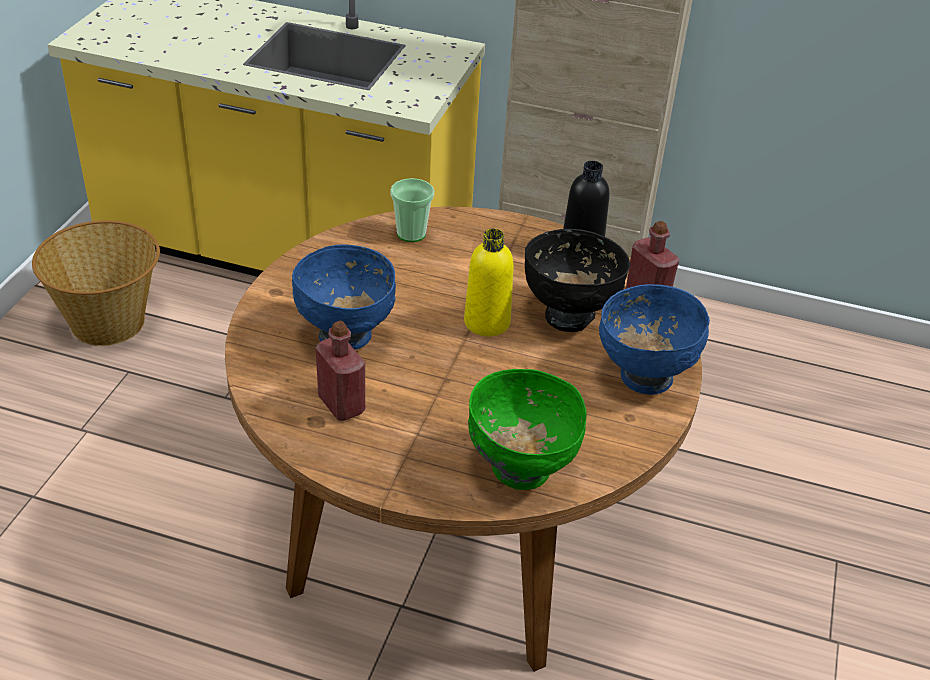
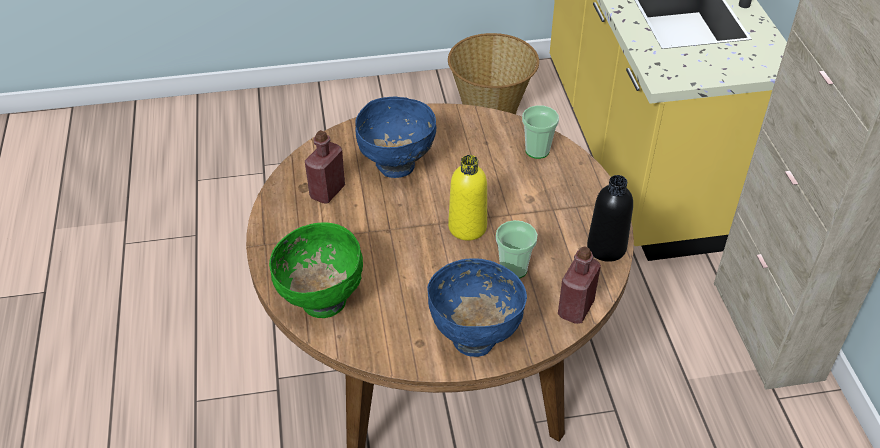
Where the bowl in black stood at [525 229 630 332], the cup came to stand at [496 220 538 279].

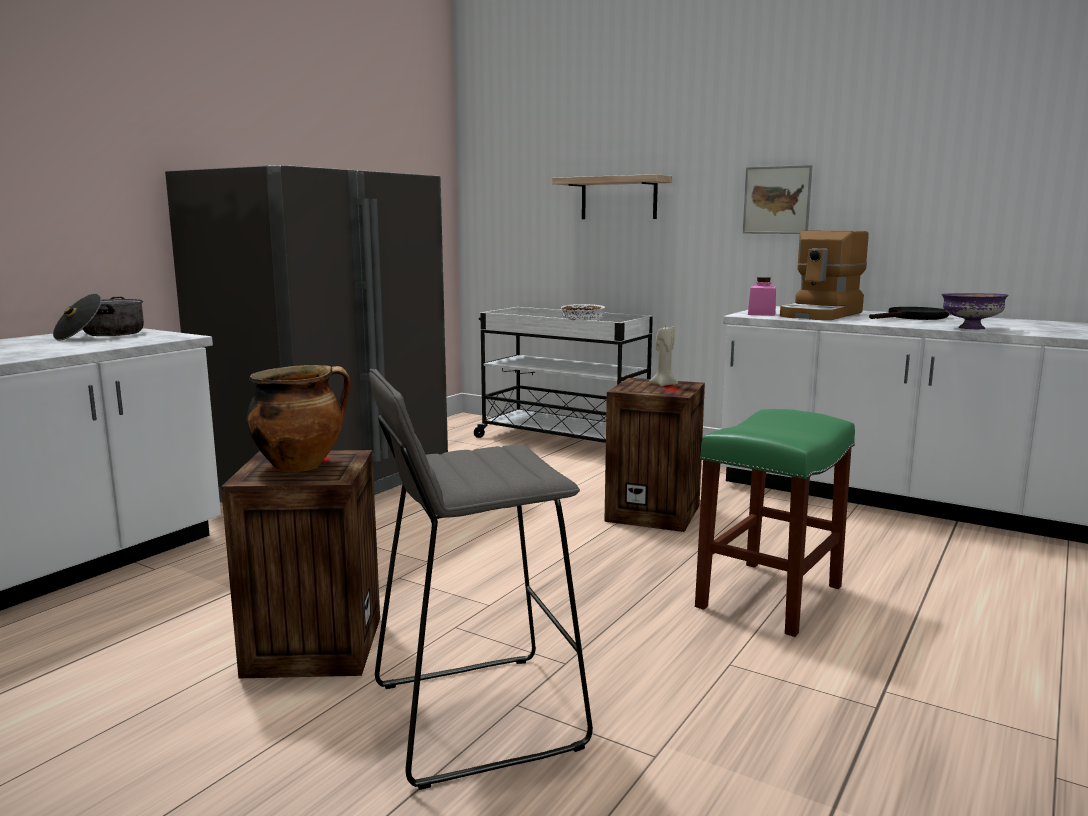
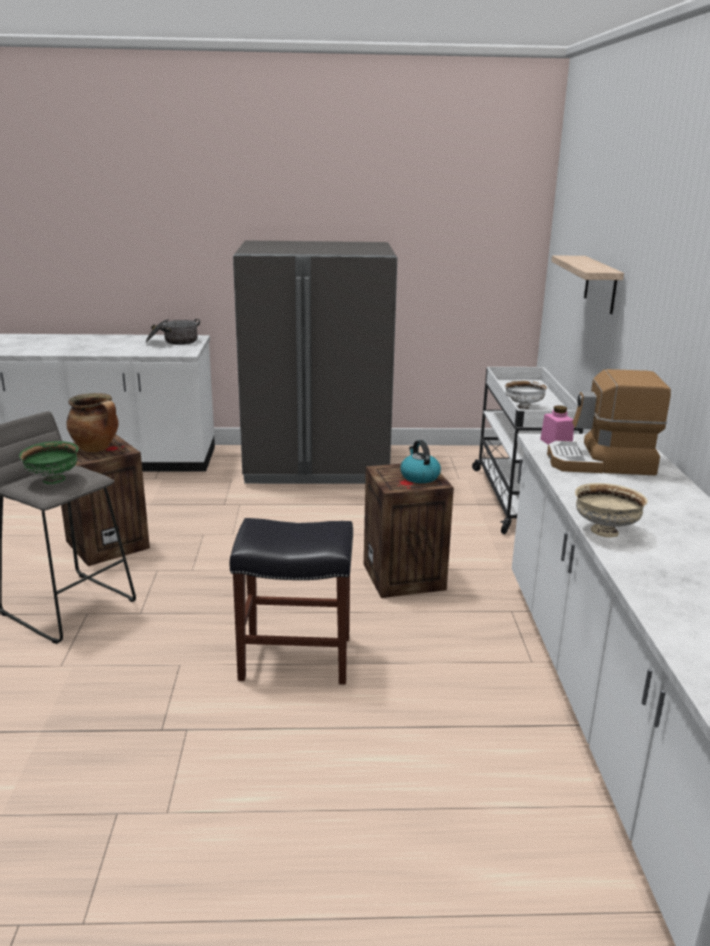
Where the candle in beige stood at [649 325 678 387], the kettle came to stand at [400 440 441 483].
What was the stool in green at [695 409 855 637] turned into the stool in black at [230 518 353 685].
The second view lost the picture at [743 165 813 234].
The second view lost the frying pan in black at [869 307 950 320].
What was the bowl in purple at [941 293 1009 329] turned into the bowl in beige at [575 483 648 537].
The second view gained the bowl in green at [19 441 78 484].

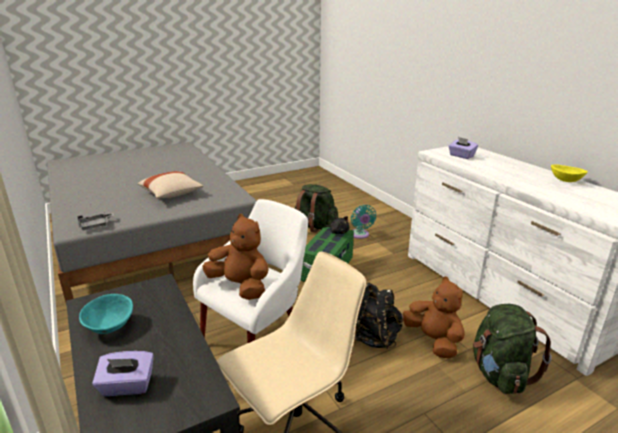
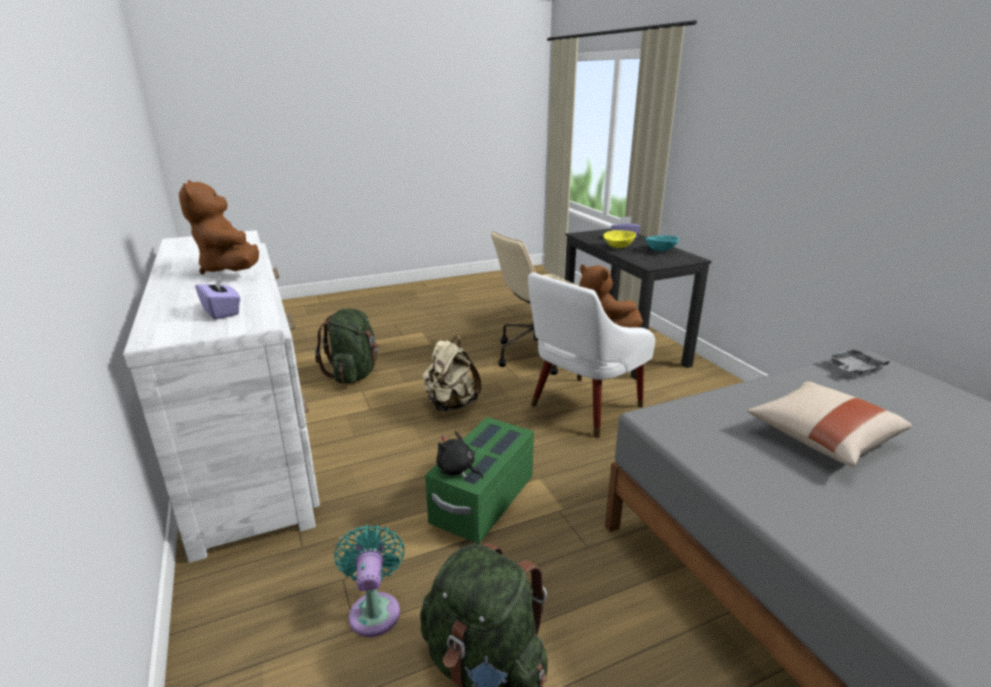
What was the backpack in black at [355 283 404 350] turned into the backpack in beige at [423 337 481 411].
The plush toy in brown ended up elsewhere, having gone from [403 276 465 359] to [179 180 259 275].
The bowl in yellow ended up elsewhere, having gone from [551 164 588 182] to [603 230 636 248].

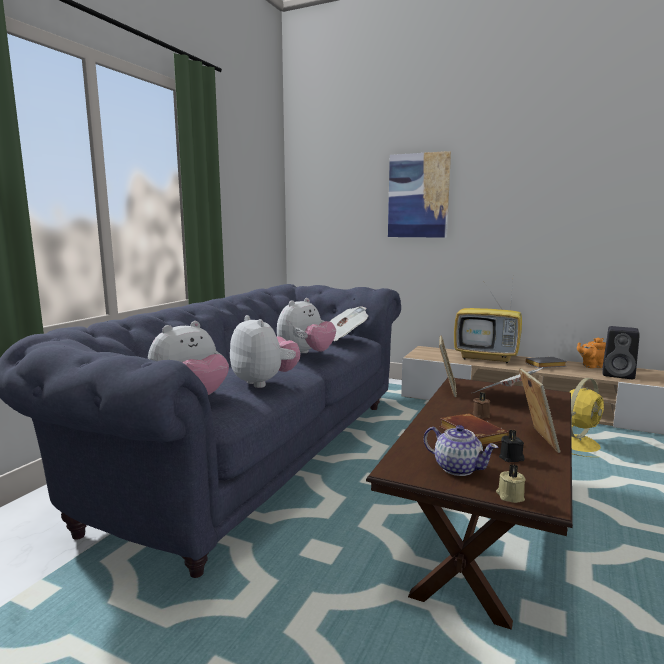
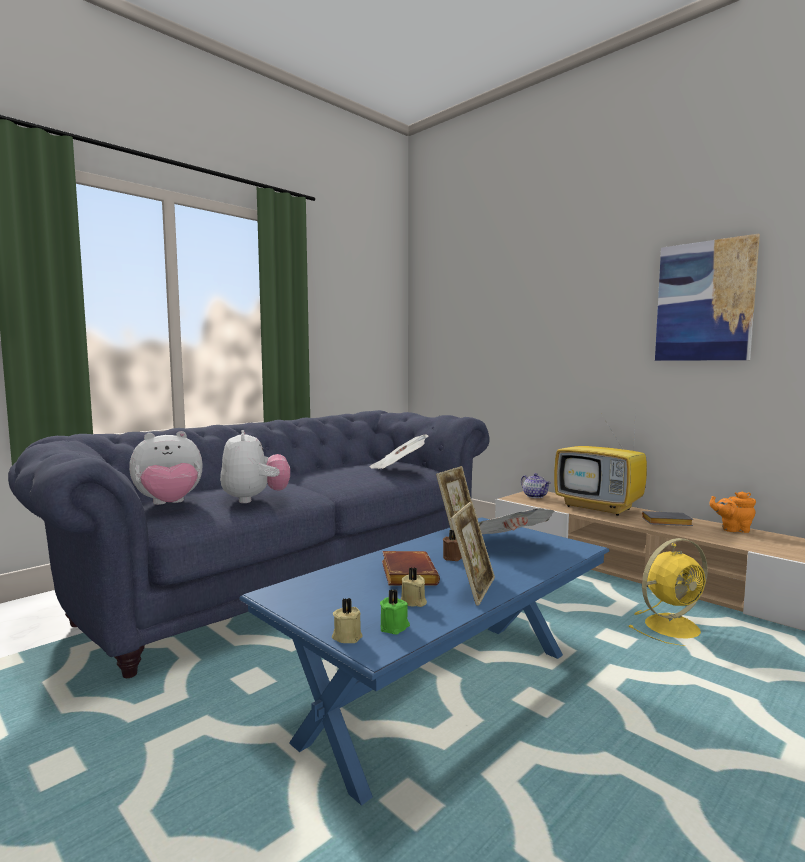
The second view lost the plush toy at [277 298 336 354].
What was the coffee table in brown at [366 378 573 630] turned into the coffee table in blue at [240 517 609 806].
The picture ended up elsewhere, having gone from [388 151 451 238] to [655 233 760 361].
The teapot ended up elsewhere, having gone from [424 425 498 476] to [521 473 551 498].
What was the candle in black at [499 430 525 462] turned into the candle in beige at [401 567 427 607].
The second view lost the speaker in black at [602 326 640 379].
The second view gained the candle in green at [380 590 410 634].

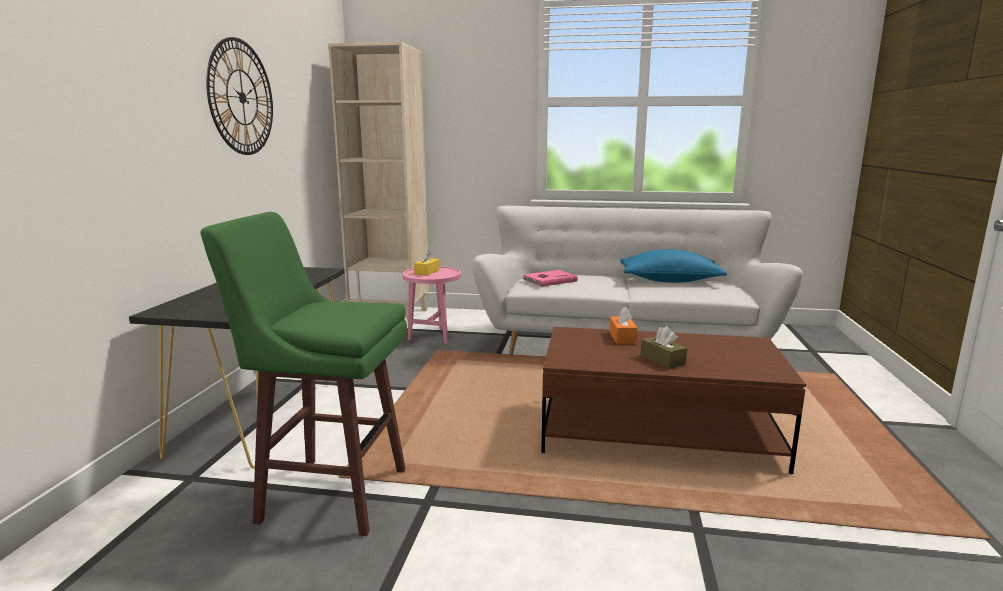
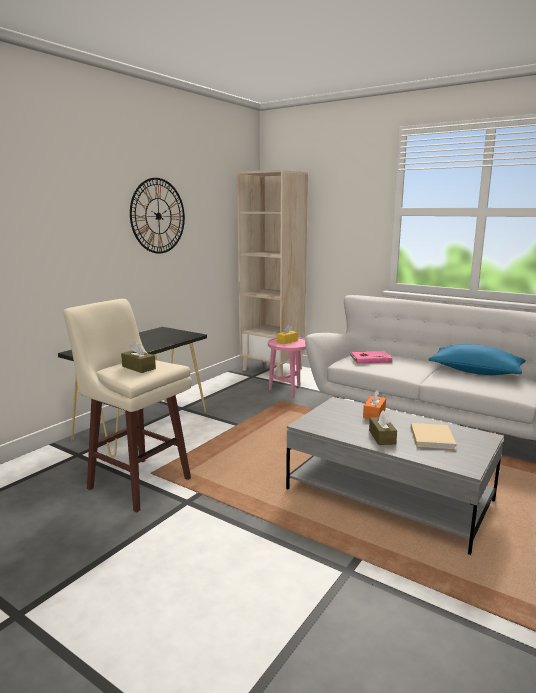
What was the stool in green at [201 212 407 536] turned into the stool in beige at [63 299 192 512].
What was the coffee table in brown at [541 327 806 474] turned into the coffee table in grey at [286 397 504 555].
The second view gained the tissue box in brown at [121 341 156 373].
The second view gained the book in beige at [411 423 457 449].

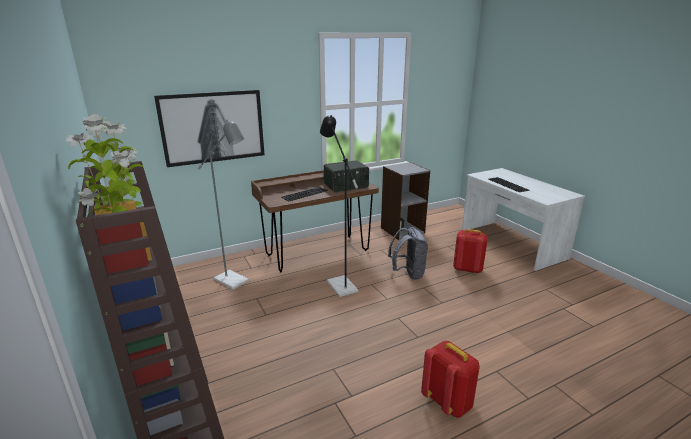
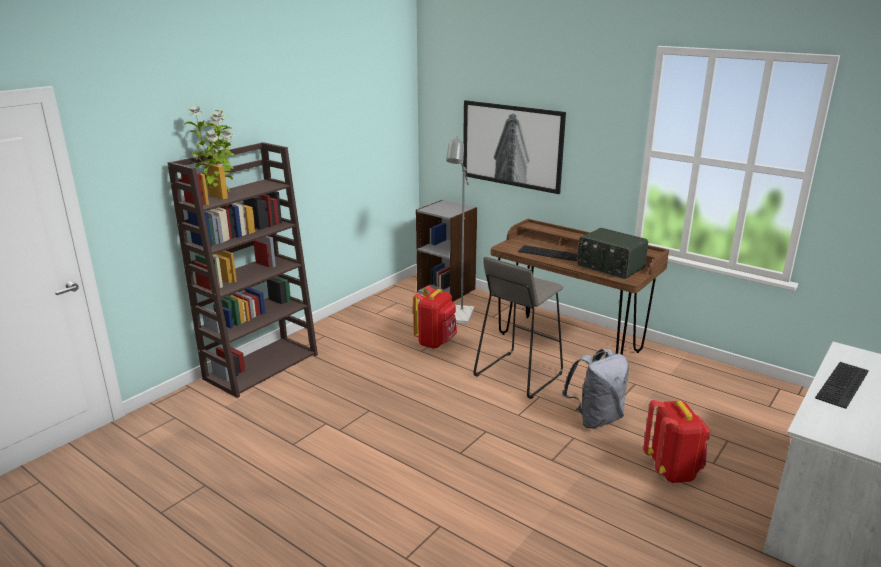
Where the floor lamp in black stood at [320 115 358 297], the stool in grey came to stand at [473 257 563 399].
The bookcase in grey ended up elsewhere, having gone from [381 162 430 240] to [416 200 477 302].
The backpack in red ended up elsewhere, having gone from [421 341 480 418] to [413 286 457 349].

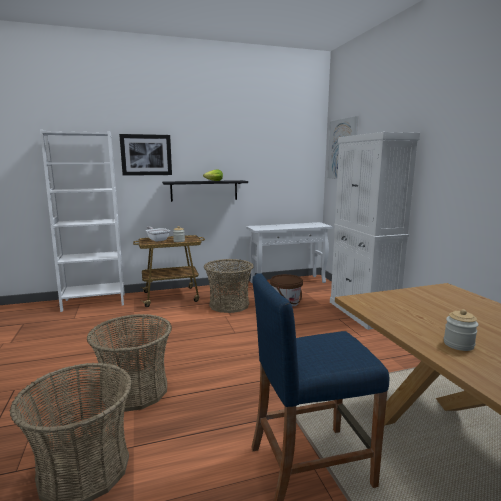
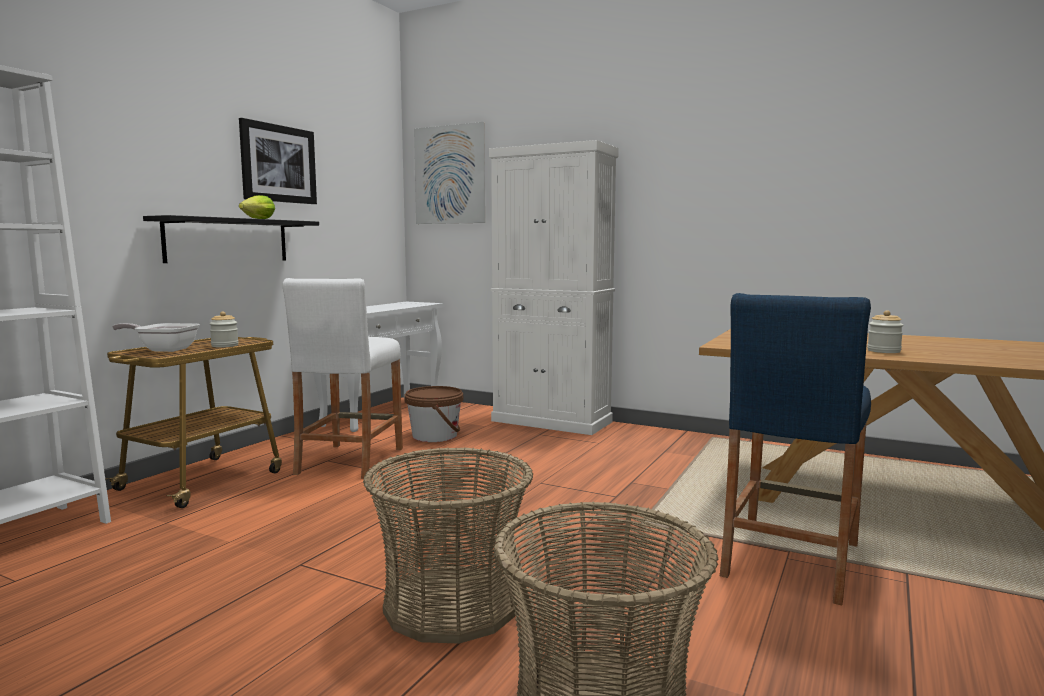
The picture ended up elsewhere, having gone from [119 134 172 176] to [239 118 317 204].
Where the basket stood at [204 259 254 313], the stool in white came to stand at [283 278 403 479].

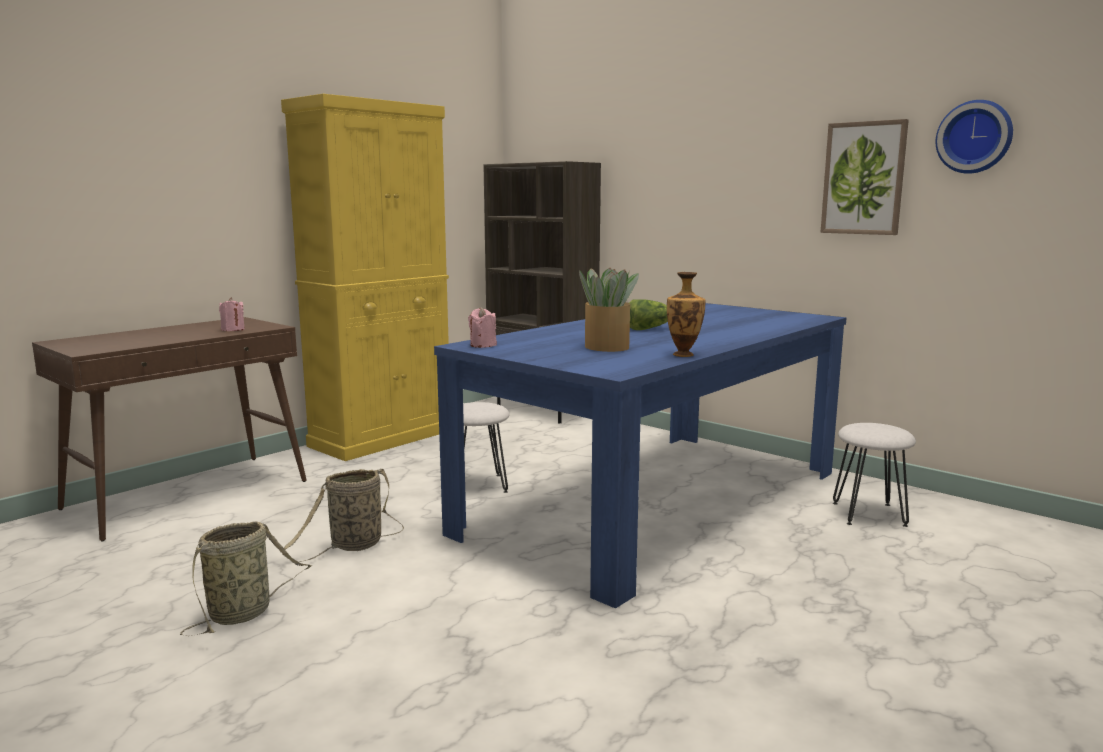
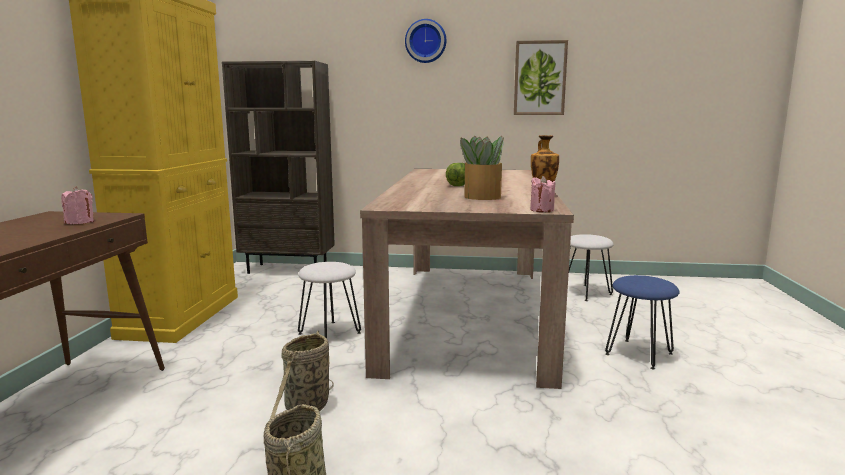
What was the dining table in blue at [434 303 847 609] turned into the dining table in beige at [360 169 574 389].
The candle in pink ended up elsewhere, having gone from [468 307 497 348] to [530 176 555 212].
The wall clock ended up elsewhere, having gone from [936 100 1013 174] to [405 19 446 63].
The second view gained the stool in blue at [605 275 679 370].

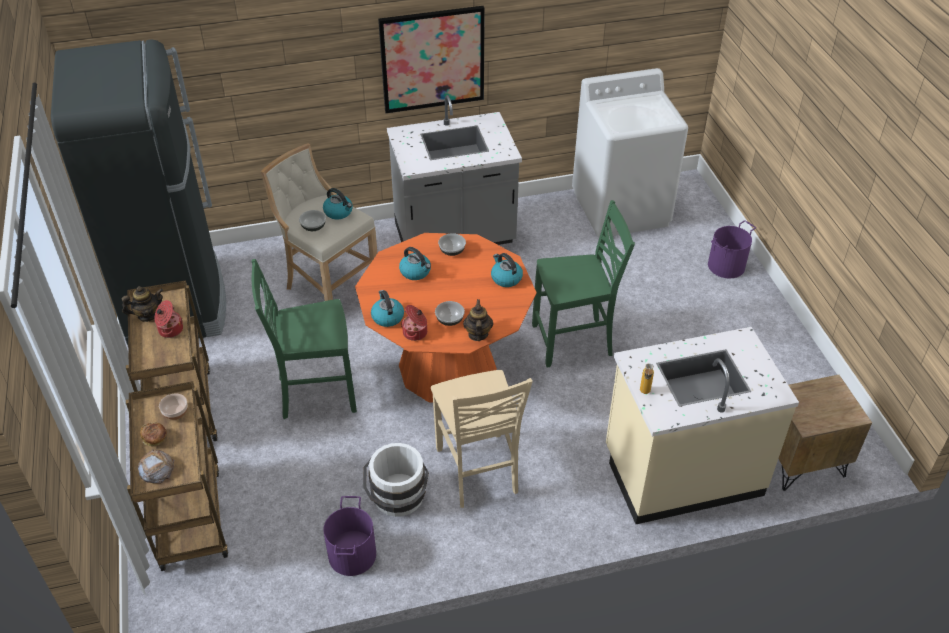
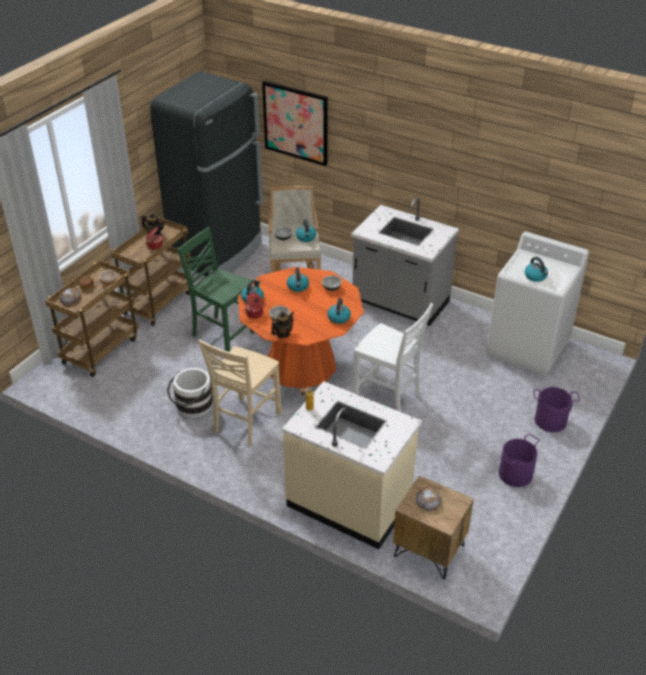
The bucket in purple ended up elsewhere, having gone from [323 496 376 576] to [499 433 540 487].
The picture ended up elsewhere, having gone from [378 6 485 113] to [262 81 328 166].
What was the chair in green at [532 200 635 367] turned into the chair in white at [353 303 433 412].
The second view gained the bread at [416 486 442 512].
The second view gained the kettle at [525 257 548 282].

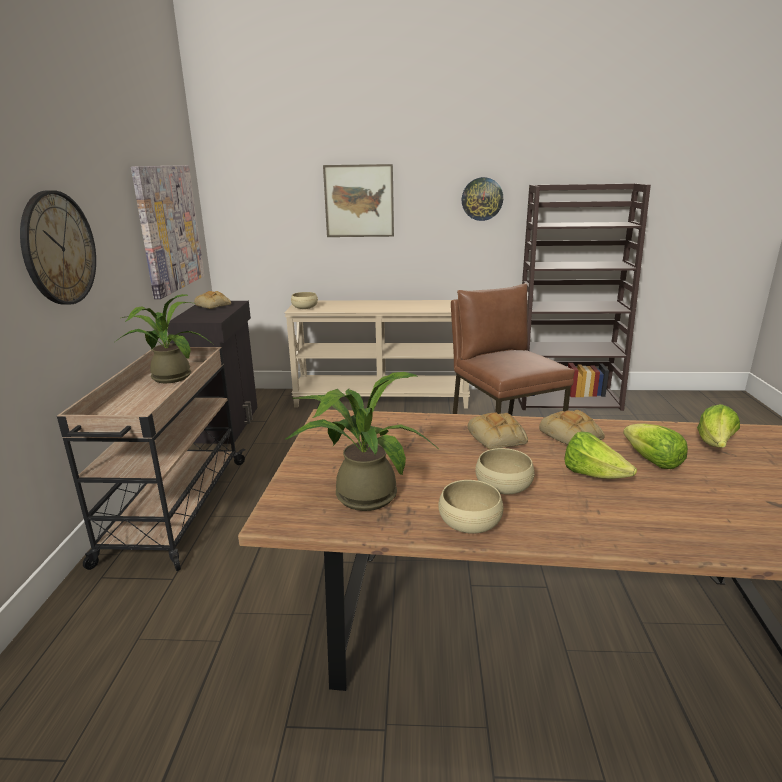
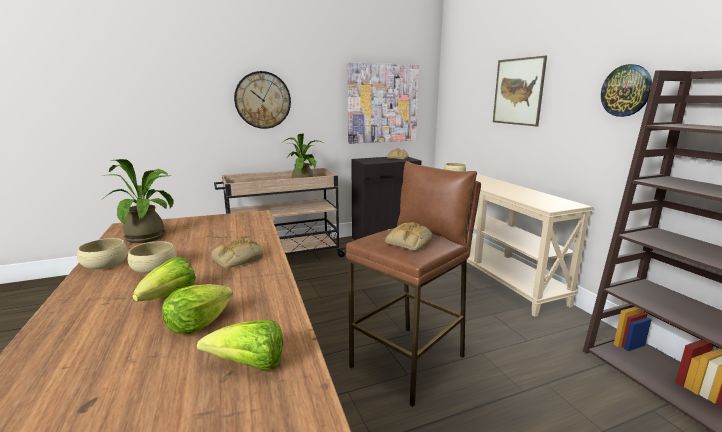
The bread ended up elsewhere, having gone from [539 410 605 445] to [385 222 433 250].

